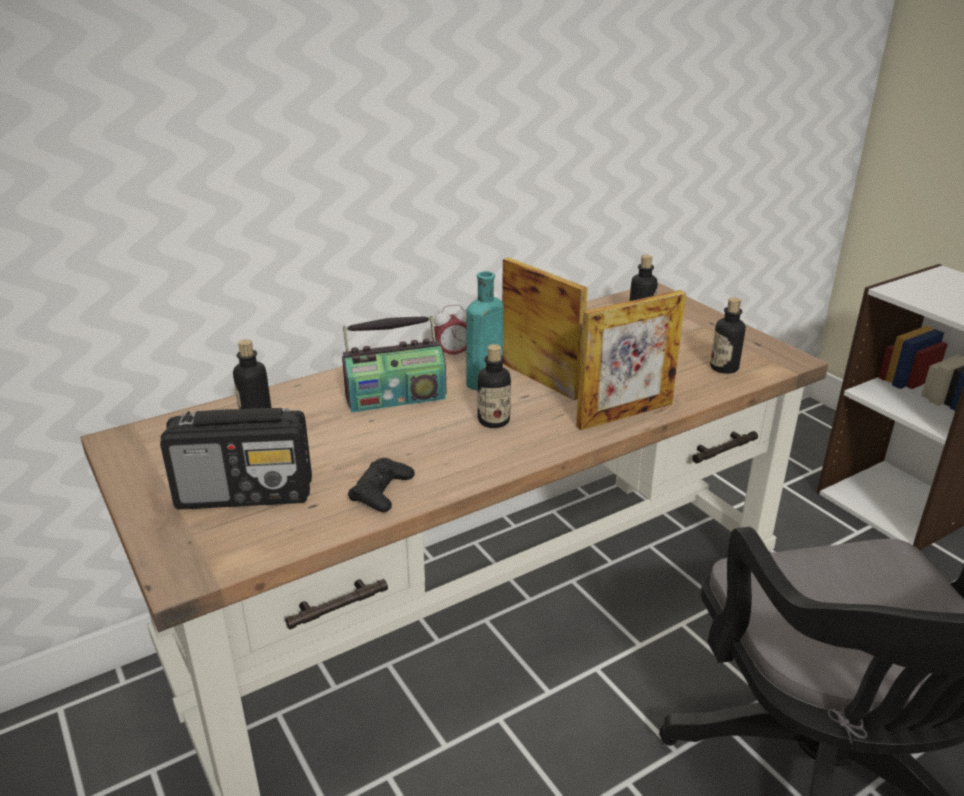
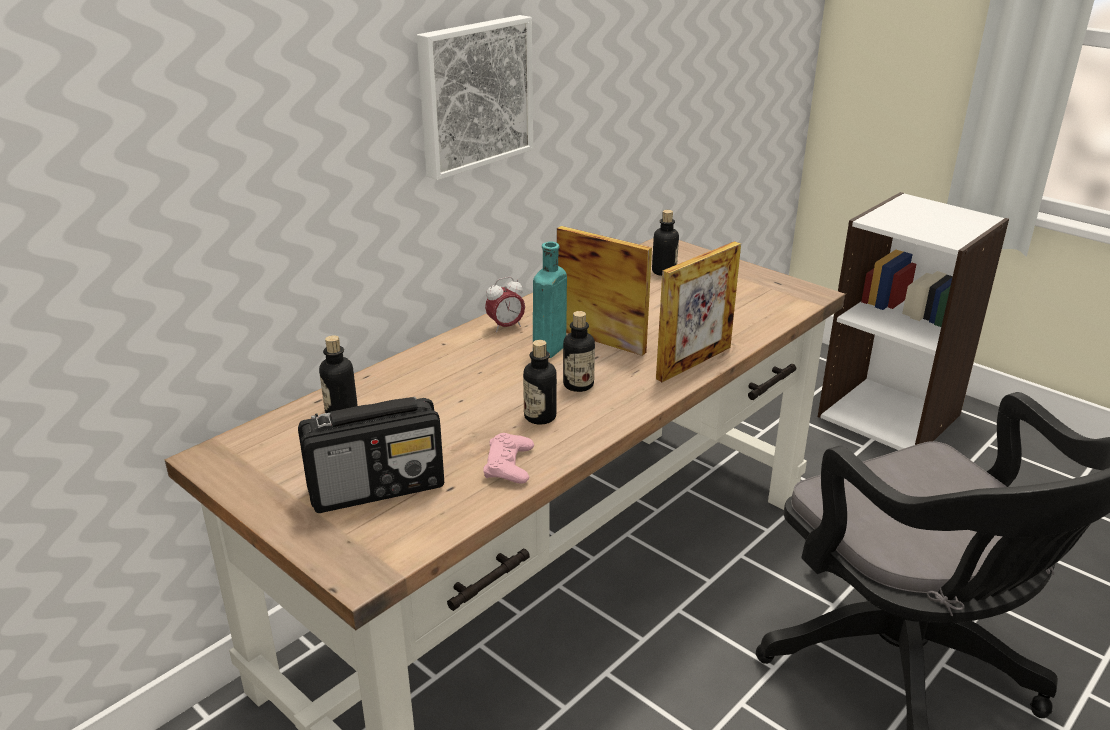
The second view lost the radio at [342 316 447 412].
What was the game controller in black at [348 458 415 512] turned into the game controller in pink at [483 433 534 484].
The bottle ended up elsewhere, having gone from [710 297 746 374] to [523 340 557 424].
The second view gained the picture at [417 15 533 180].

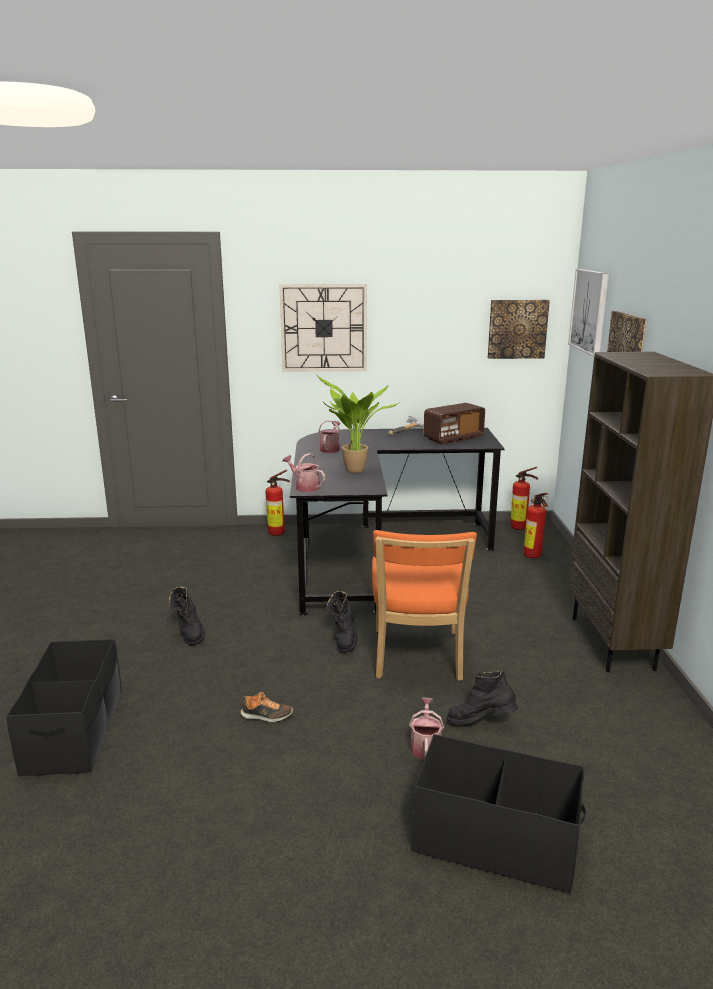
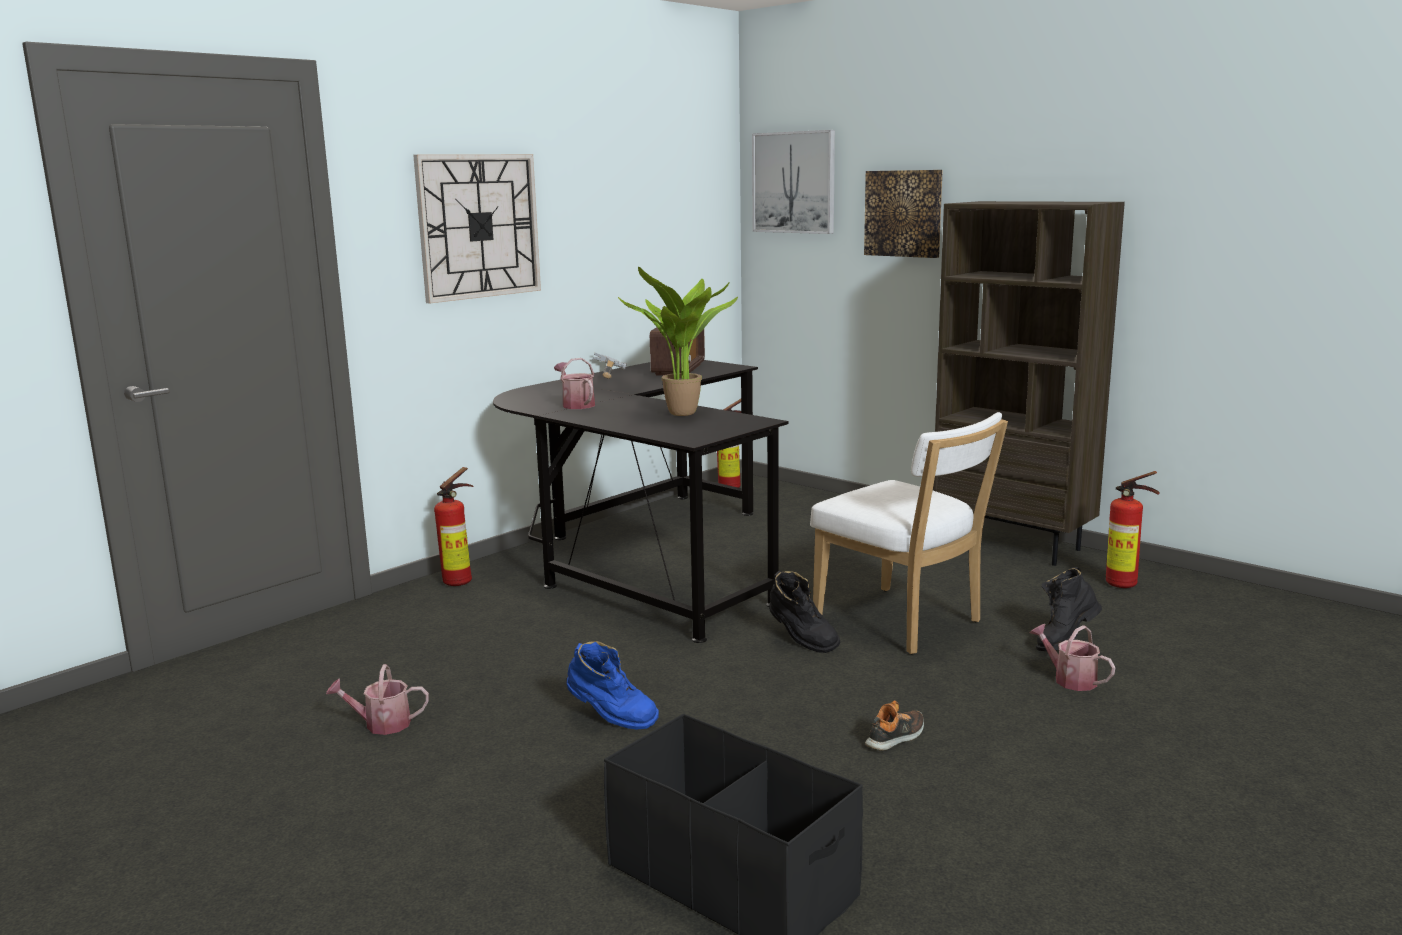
What was the boot in black at [169 586 205 646] turned into the boot in blue at [566 641 659 729].
The watering can ended up elsewhere, having gone from [283 453 325 492] to [326 664 429 735].
What was the chair in orange at [372 530 477 681] turned into the chair in white at [810 412 1008 654].
The second view lost the storage box in black at [412 734 586 894].
The second view lost the picture at [488 300 550 359].
The fire extinguisher ended up elsewhere, having gone from [523 493 548 558] to [1106 471 1160 588].

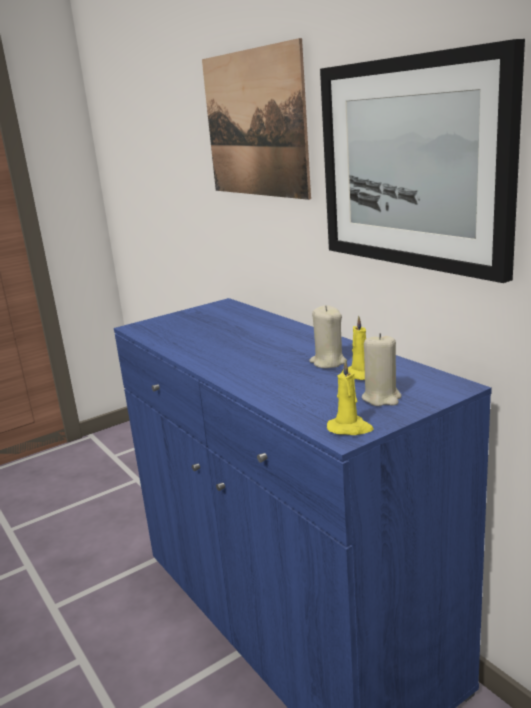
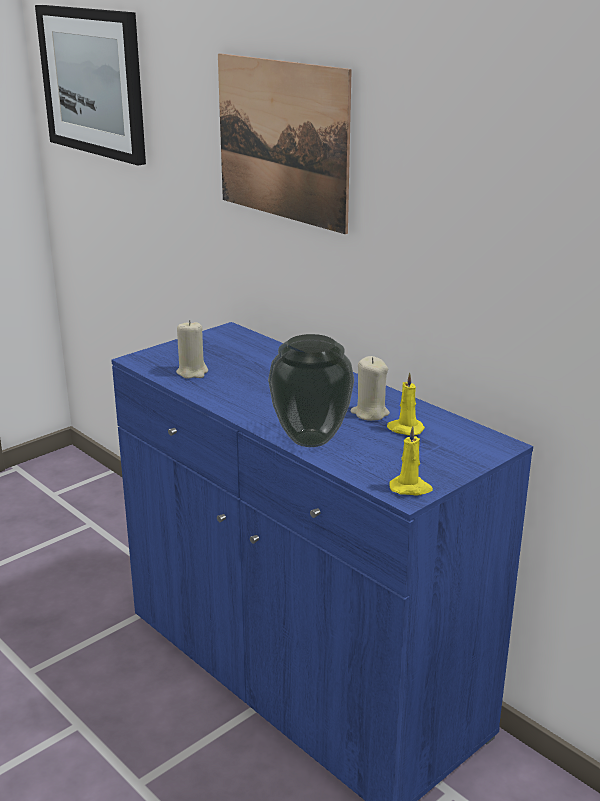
The picture ended up elsewhere, having gone from [320 39 525 283] to [35 5 146 166].
The candle in beige ended up elsewhere, having gone from [362 333 402 406] to [176 320 208 379].
The second view gained the vase at [268 334 354 447].

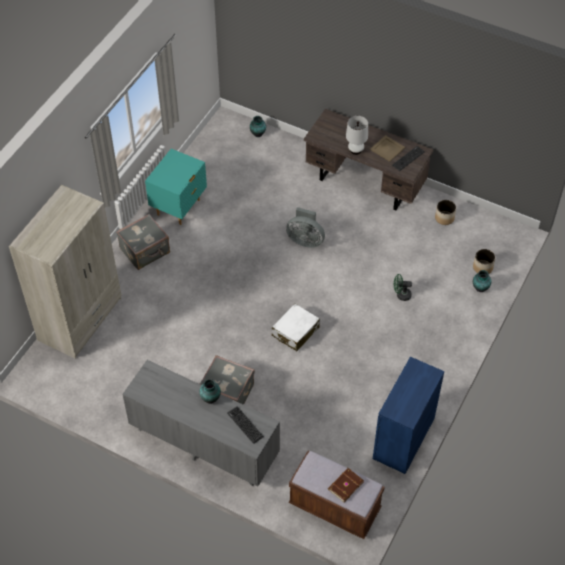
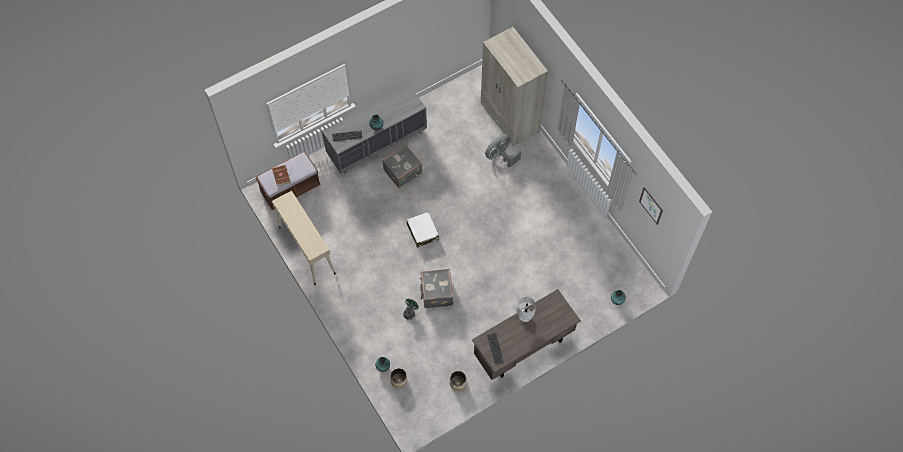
The suitcase in grey ended up elsewhere, having gone from [116 214 170 270] to [420 269 453 308].
The second view lost the nightstand in turquoise at [145 149 207 225].
The fan in grey ended up elsewhere, having gone from [286 207 325 248] to [485 134 521 168].
The second view lost the tray in beige at [370 135 405 162].
Where the cabinet in blue stood at [373 357 444 474], the console table in beige came to stand at [272 191 336 286].
The second view gained the picture at [639 187 663 225].

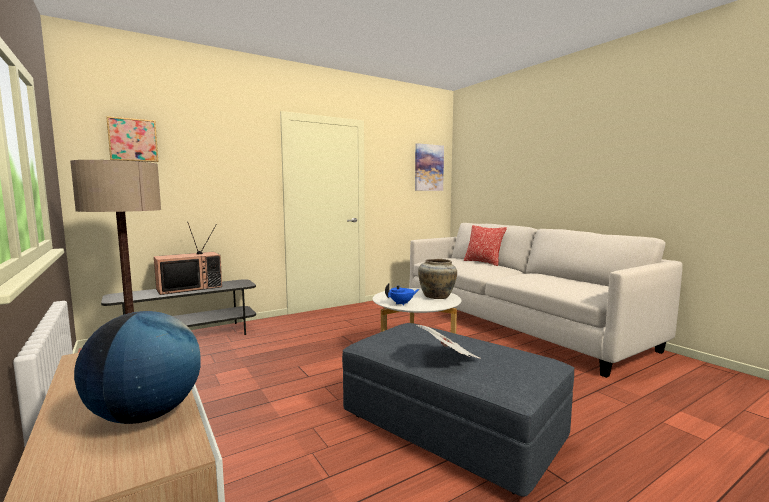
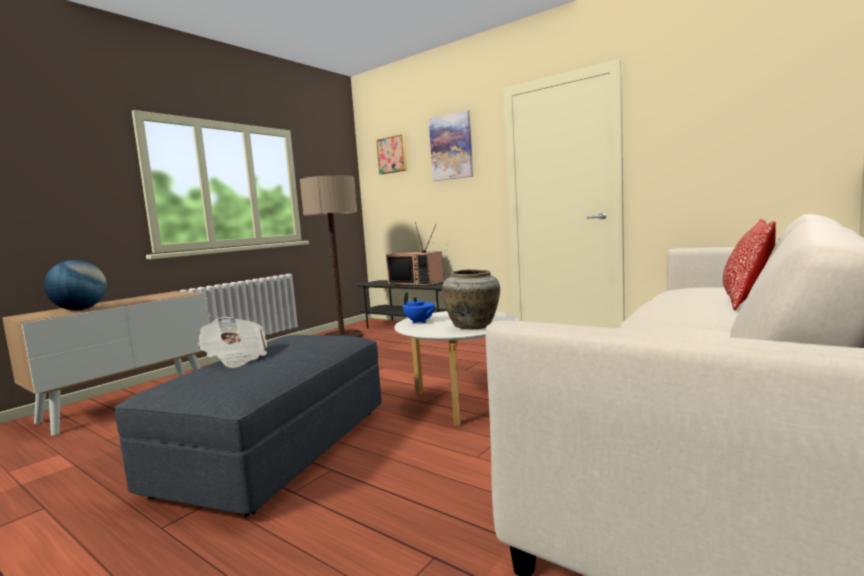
The picture ended up elsewhere, having gone from [415 143 444 191] to [429 110 473 181].

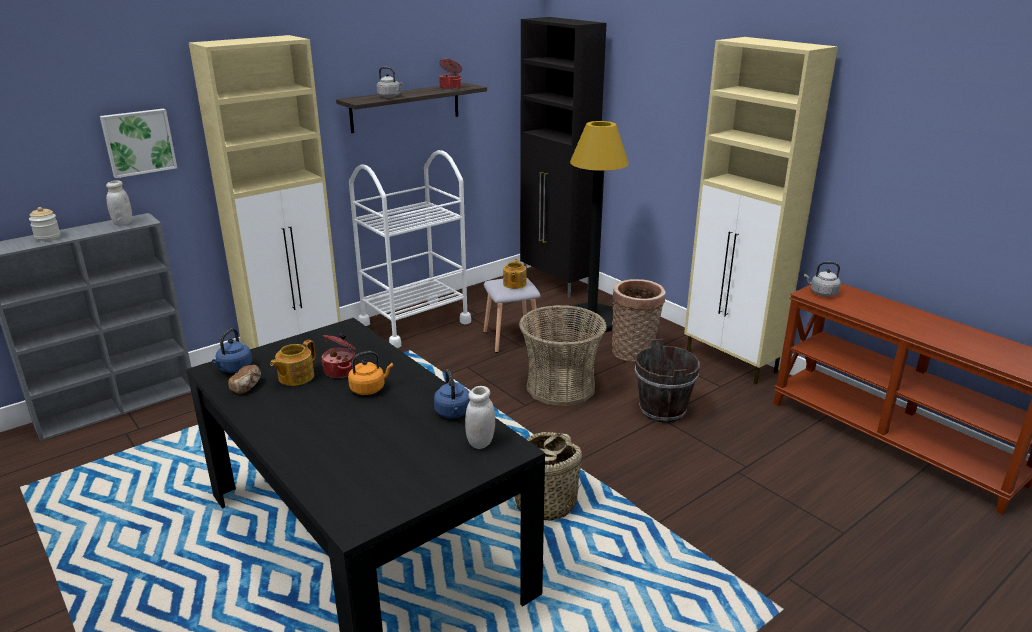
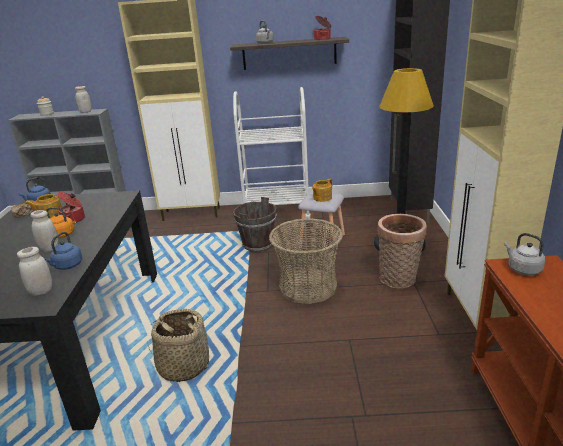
The second view lost the picture at [100 109 177 178].
The bucket in brown ended up elsewhere, having gone from [635 339 700 423] to [233 197 277 252].
The second view gained the jar in white at [30 210 59 252].

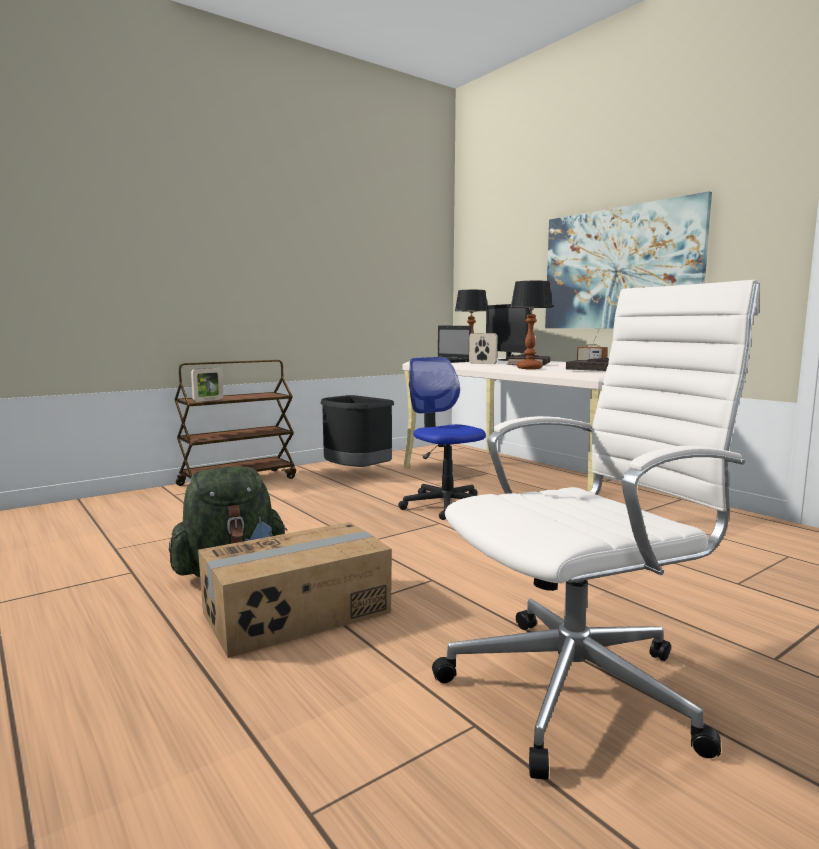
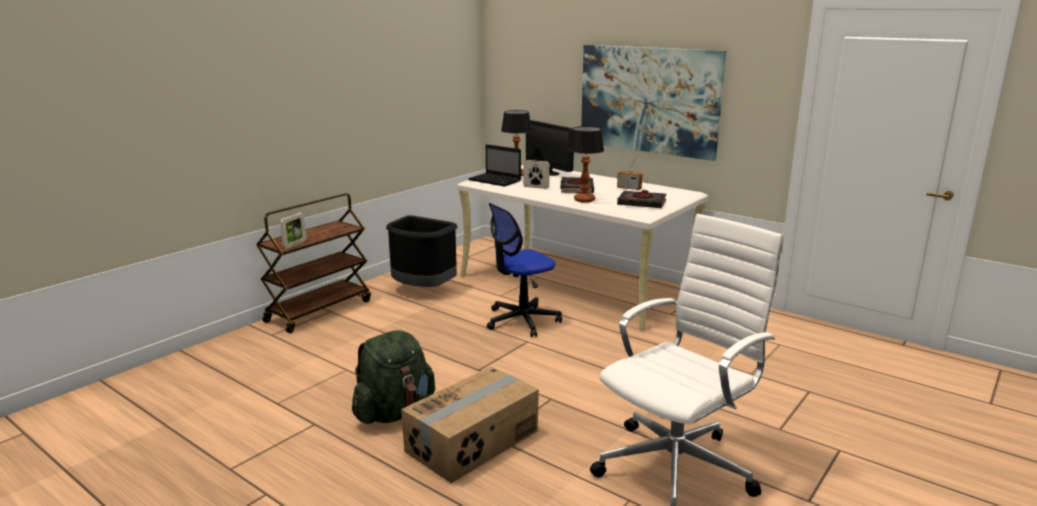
The office chair at [398 357 486 520] ended up facing another way, 75 degrees counterclockwise from before.

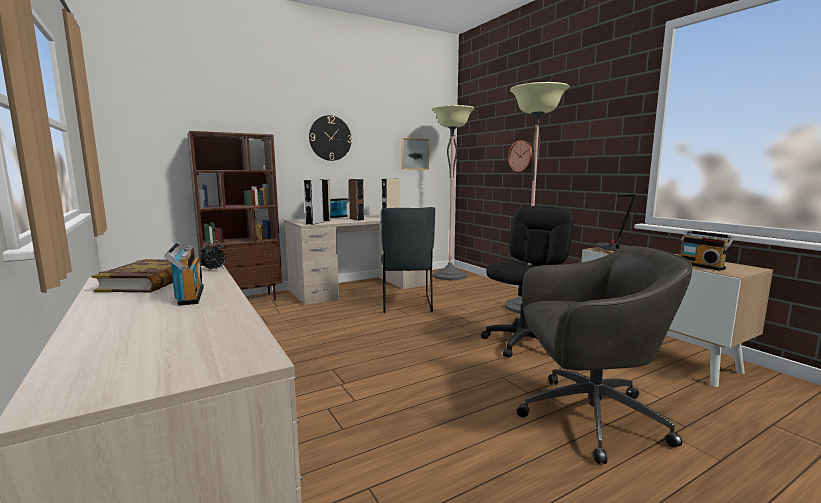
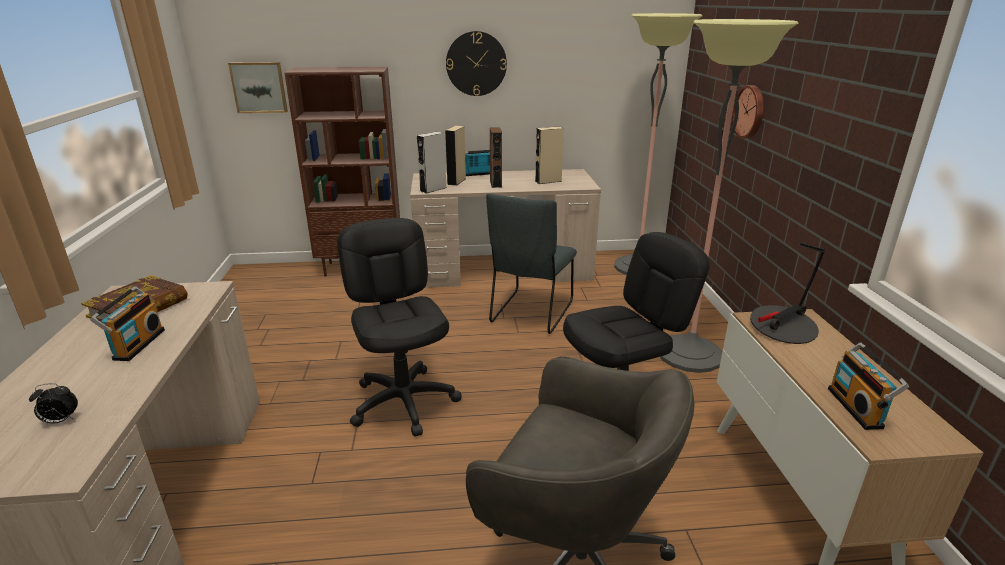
The alarm clock ended up elsewhere, having gone from [201 240 226 270] to [29 383 78 424].
The picture ended up elsewhere, having gone from [401 138 429 170] to [228 62 288 113].
The second view gained the office chair in black at [337 218 461 437].

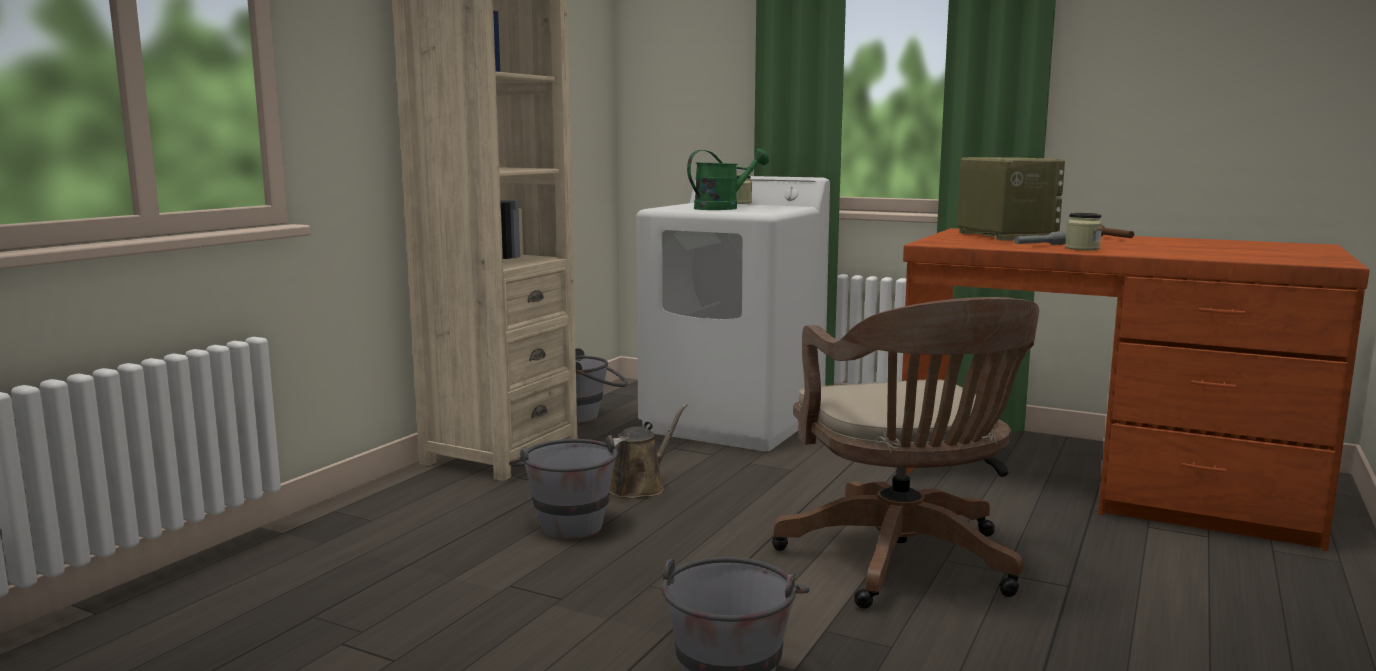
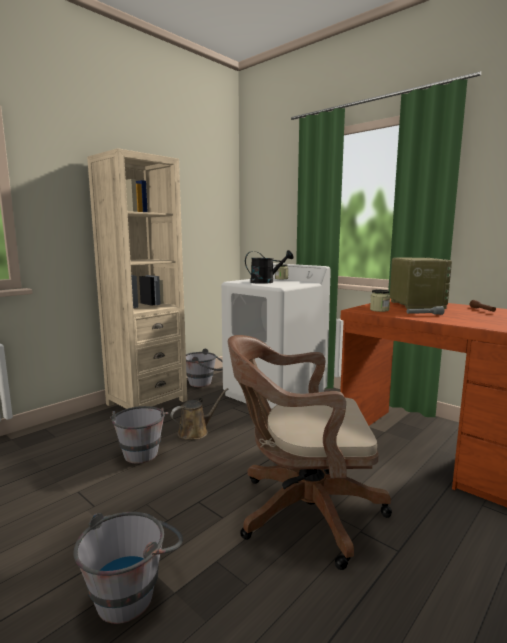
What was the watering can in green at [687 148 769 210] turned into the watering can in black at [245 250 294 284].
The office chair in brown at [772 297 1039 609] ended up facing another way, 90 degrees clockwise from before.
The jar ended up elsewhere, having gone from [1065 213 1102 250] to [370 290 390 312].

